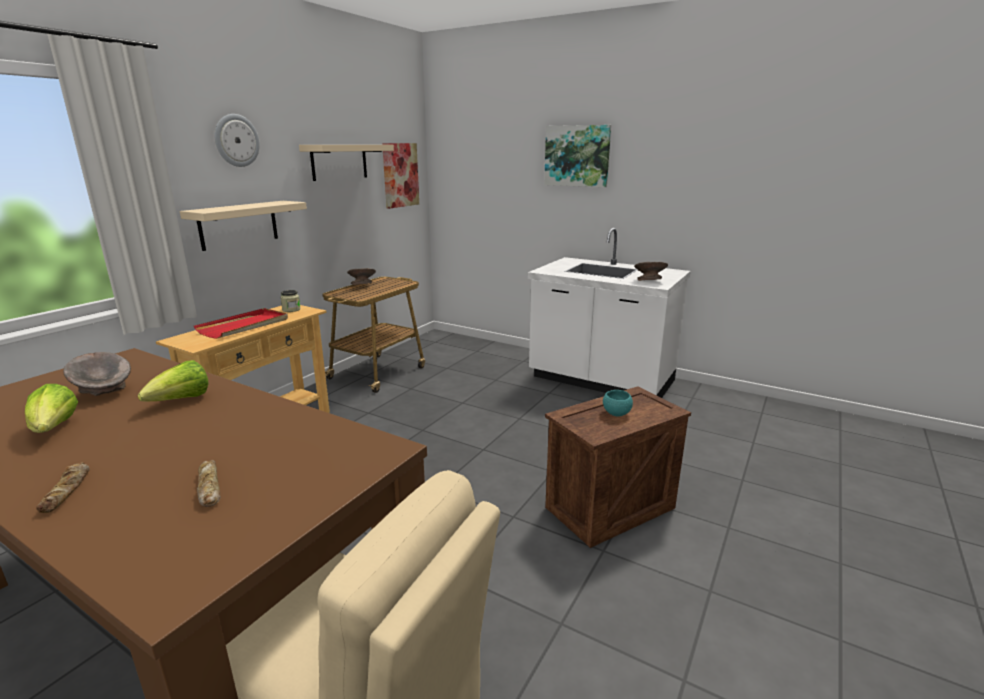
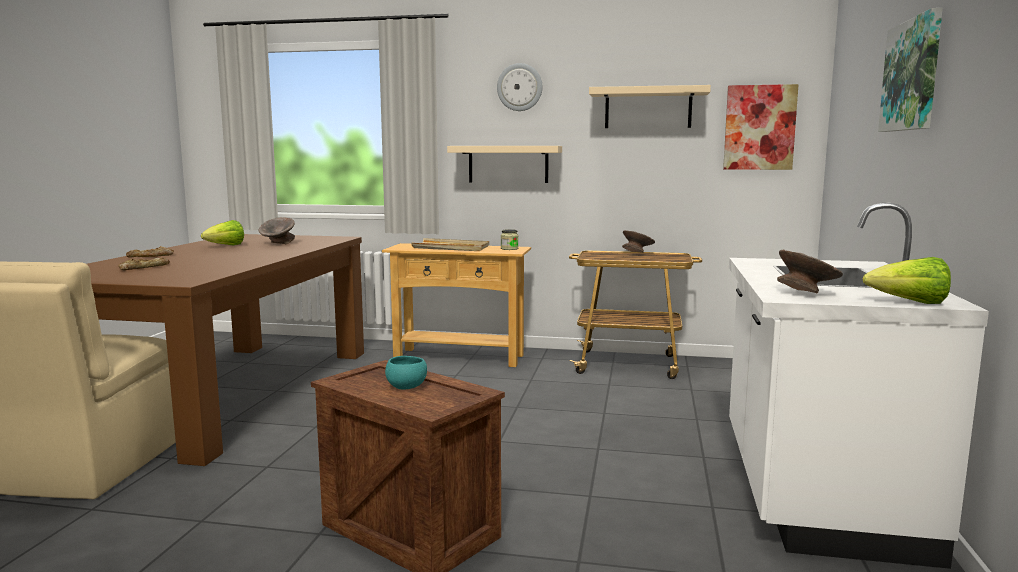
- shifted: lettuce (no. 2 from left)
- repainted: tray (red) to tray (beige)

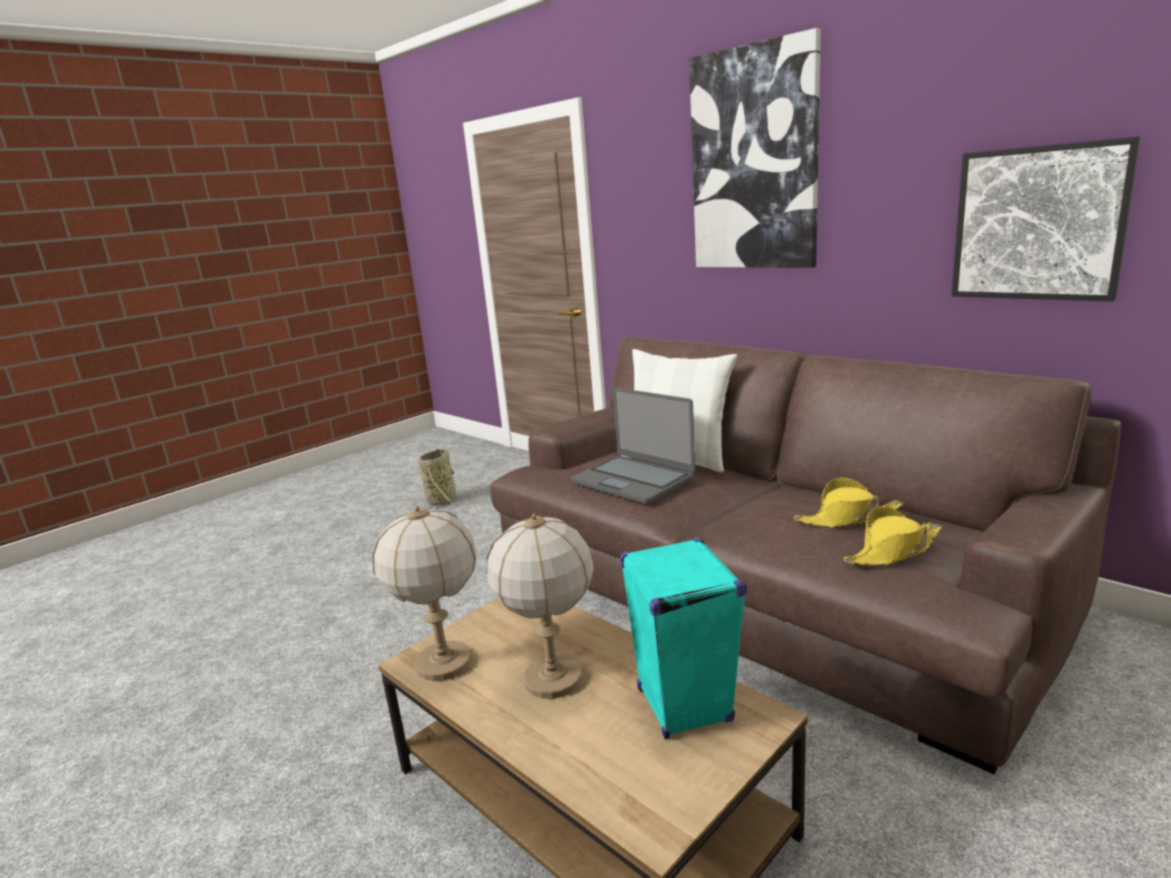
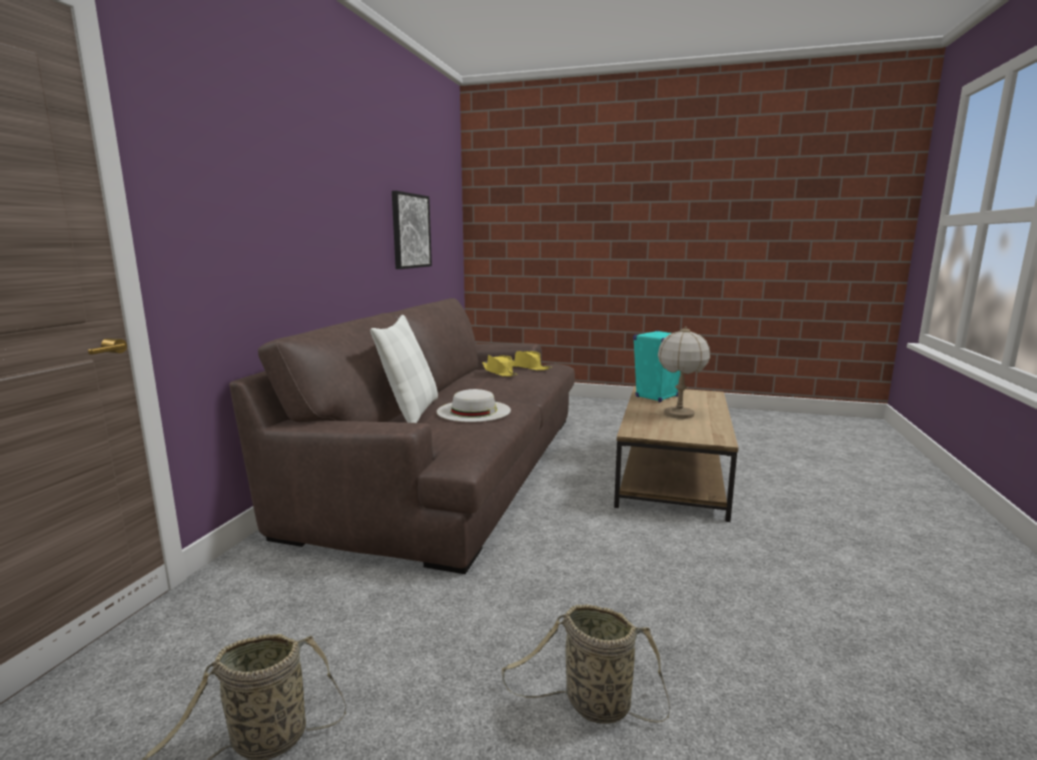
- gone: table lamp (no. 1 from left)
- gone: picture (no. 1 from left)
- new: basket (no. 2 from left)
- swapped: laptop to hat (white)

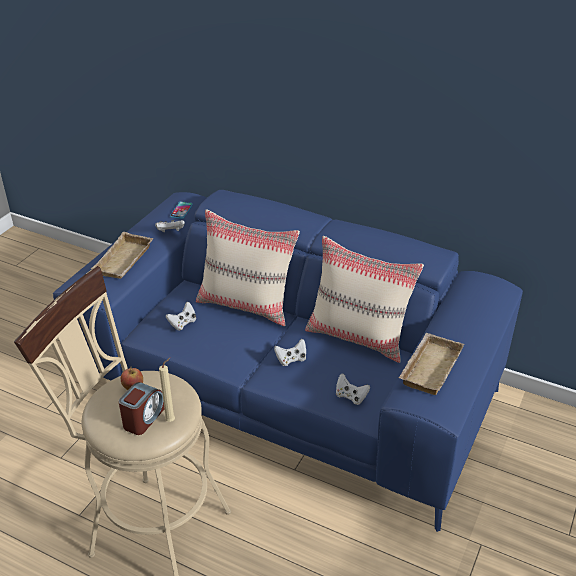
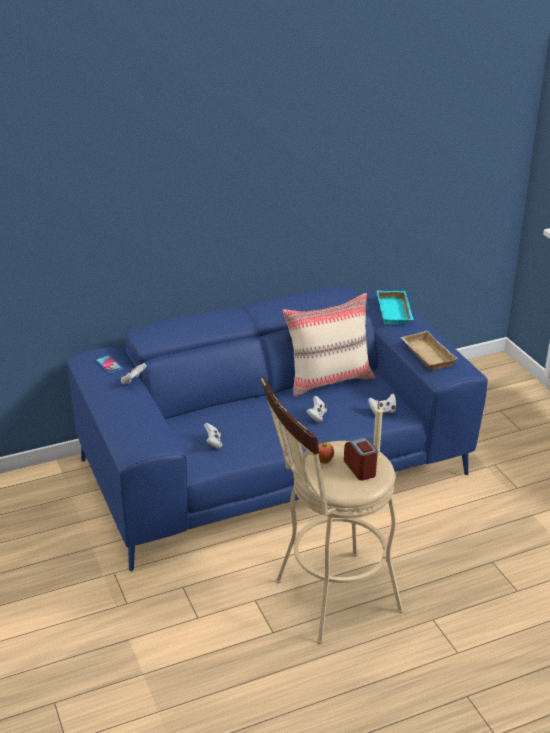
- gone: tray (beige) (no. 1 from left)
- gone: pillow (beige) (no. 1 from left)
- new: tray (turquoise)

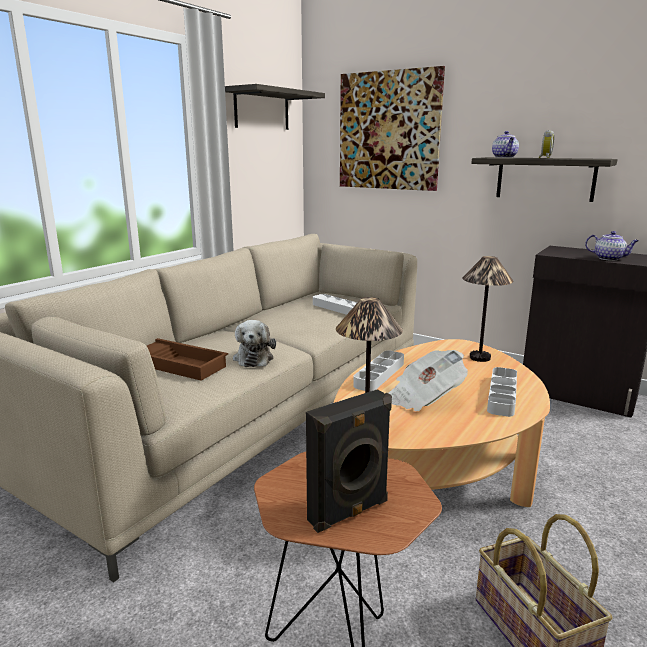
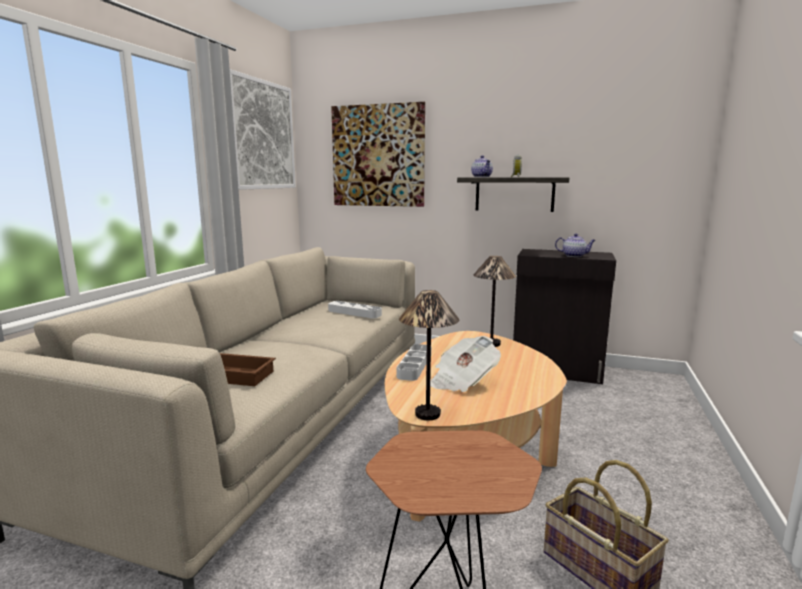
- gone: plush toy
- gone: speaker (black)
- gone: tray (grey) (no. 3 from left)
- swapped: shelf (no. 1 from left) to picture (no. 1 from left)

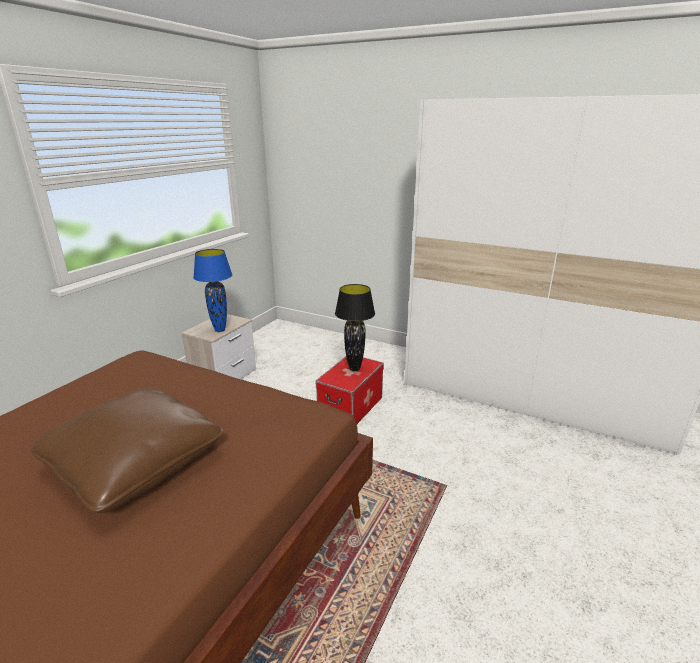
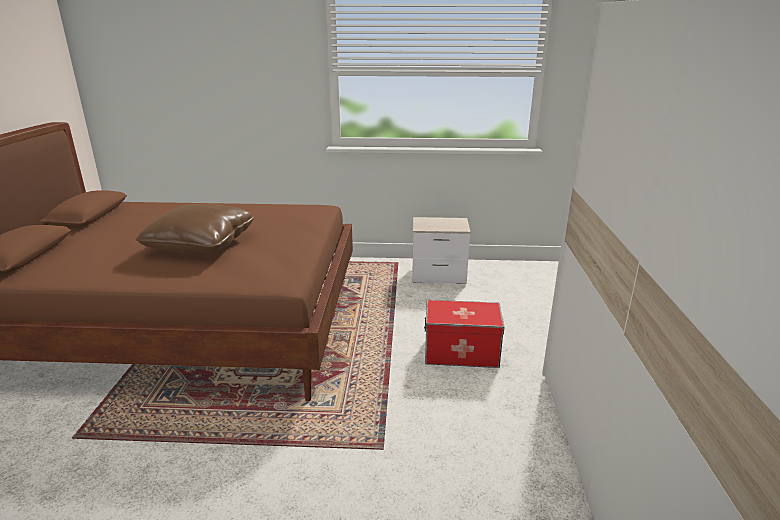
- gone: table lamp (blue)
- gone: table lamp (black)

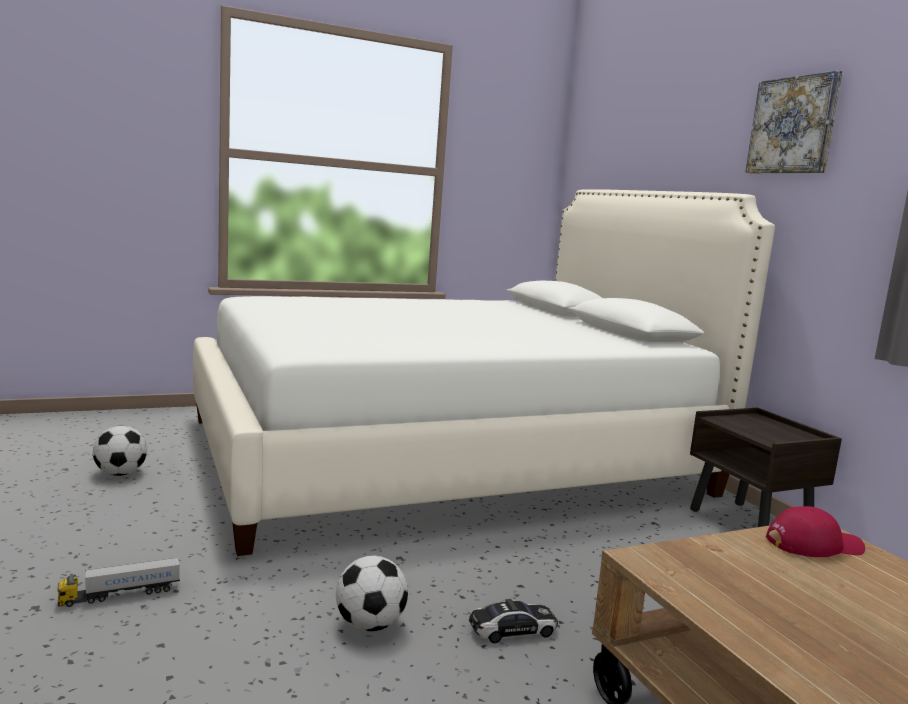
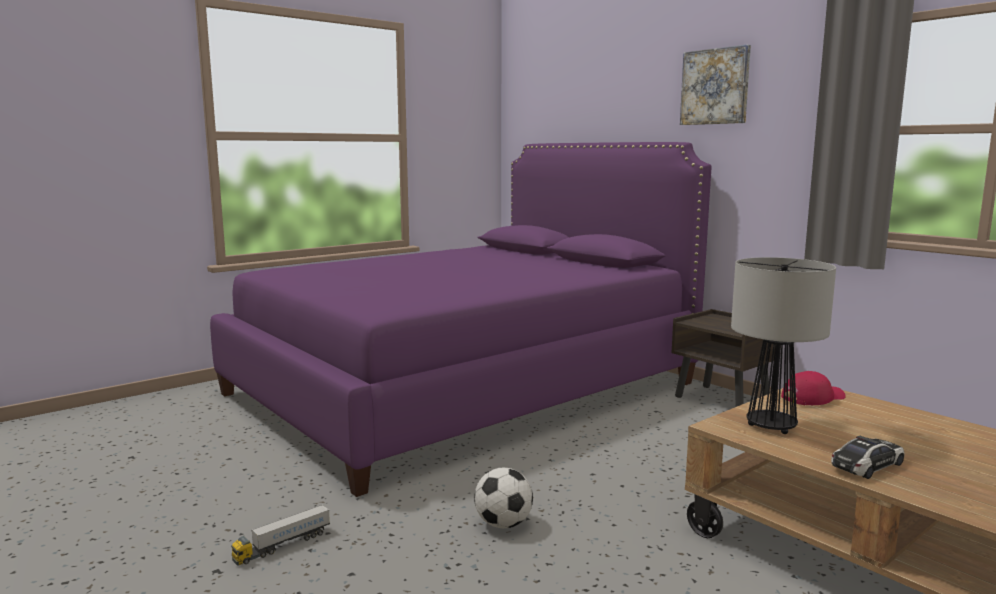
- gone: football (no. 1 from left)
- new: table lamp
- shifted: toy car
- repainted: bed (white) to bed (purple)

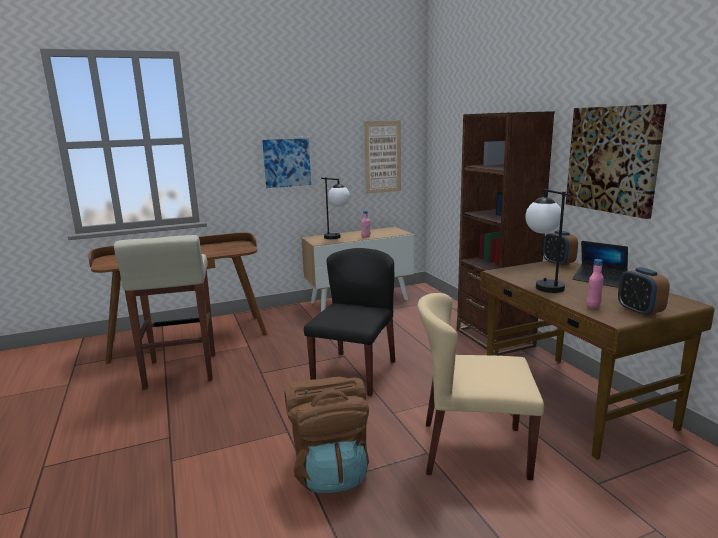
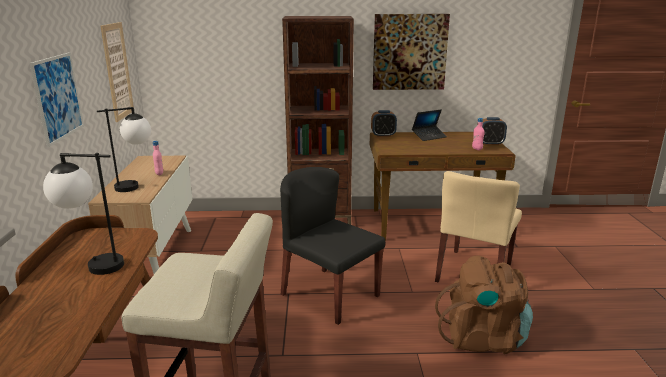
- shifted: table lamp (no. 2 from left in the first image) to table lamp (no. 1 from left)

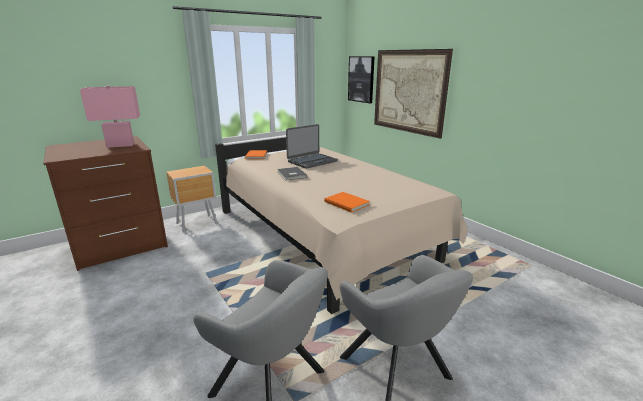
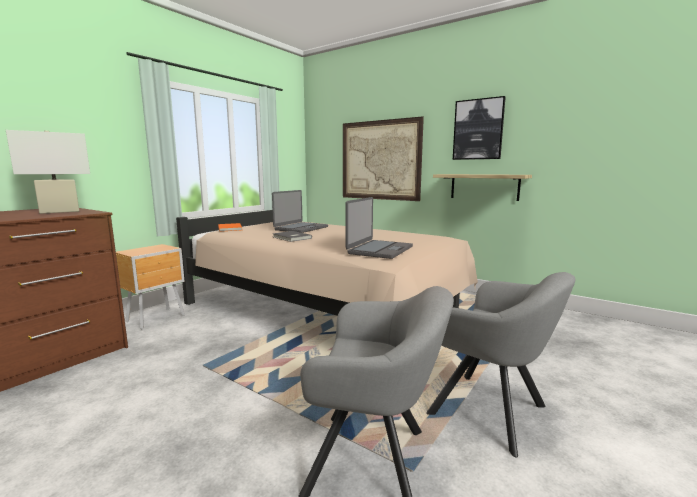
- new: shelf
- shifted: picture (no. 1 from left in the first image) to picture (no. 2 from left)
- swapped: book (orange) (no. 2 from left) to laptop (no. 2 from left)
- repainted: table lamp (pink) to table lamp (white)

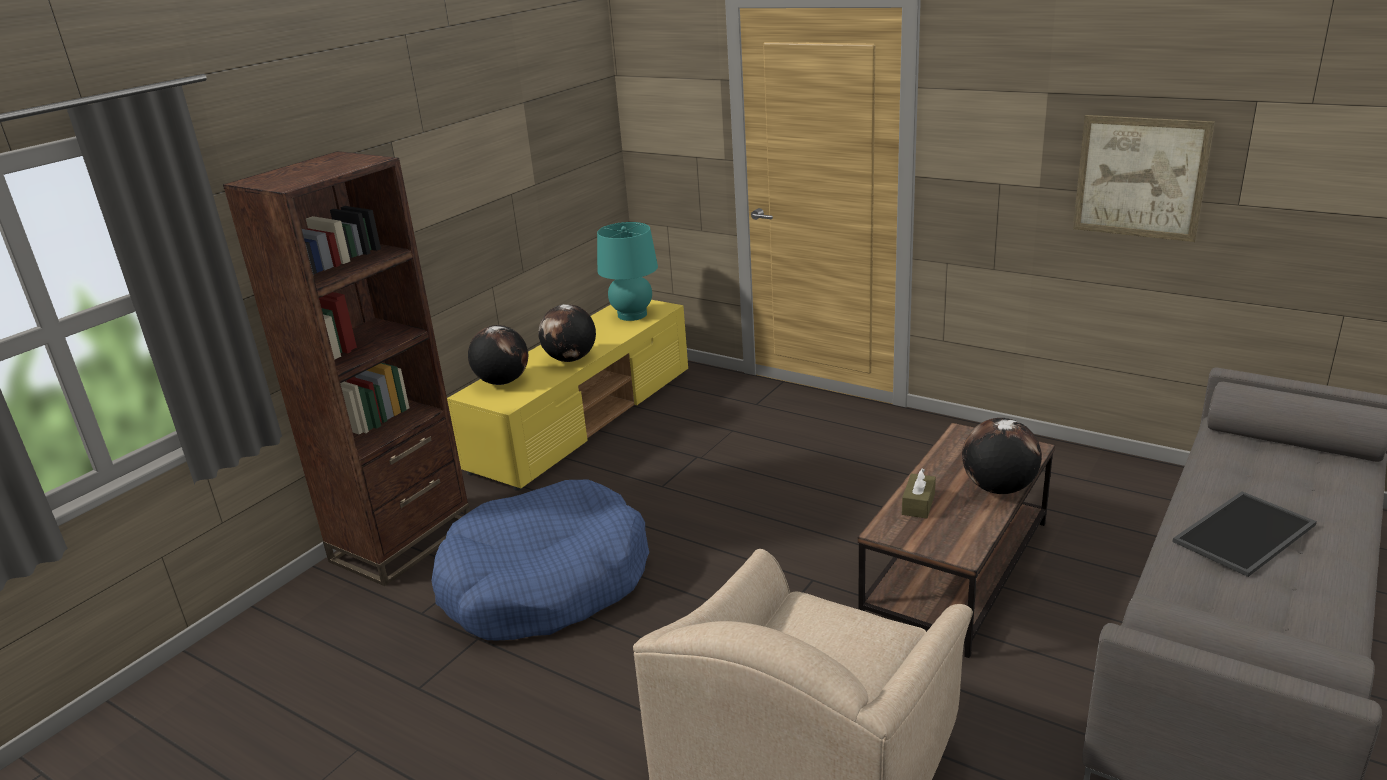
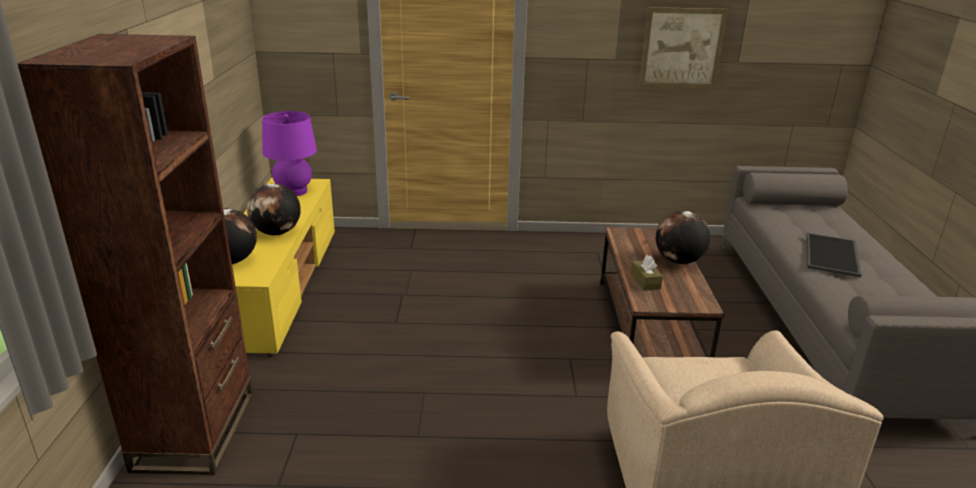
- gone: dog bed (blue)
- repainted: table lamp (turquoise) to table lamp (purple)

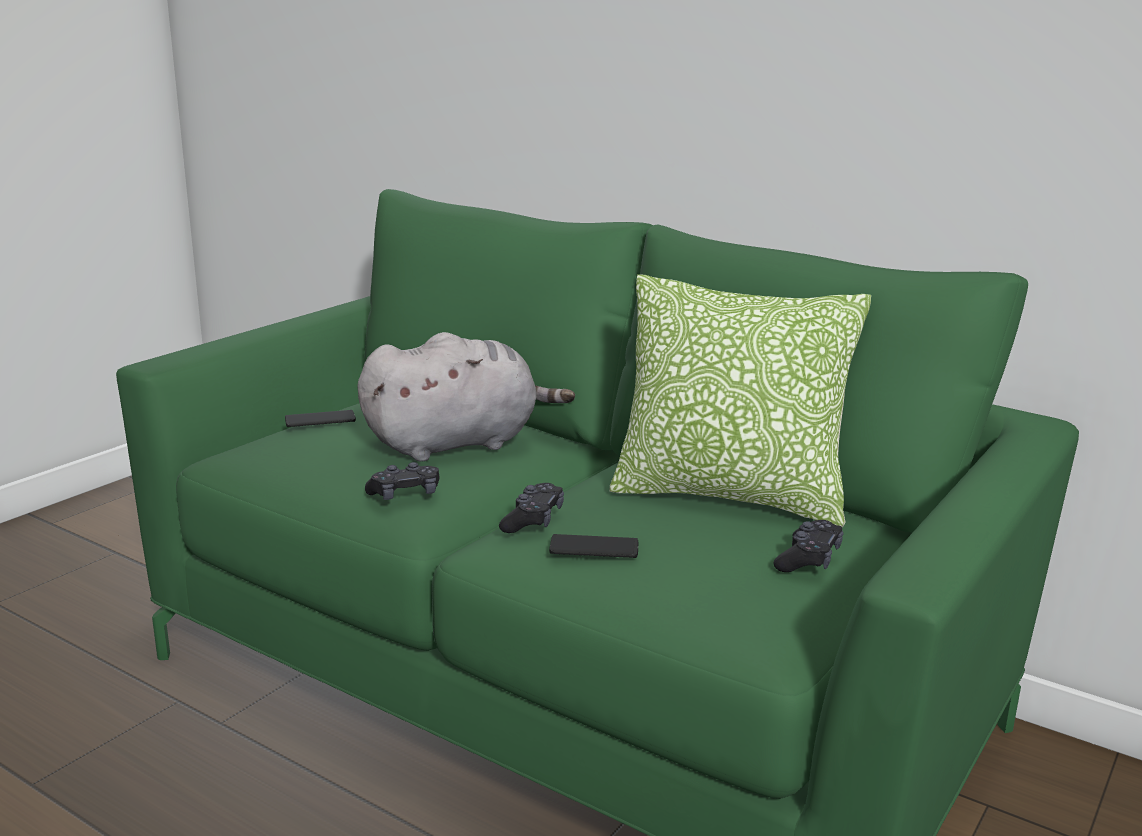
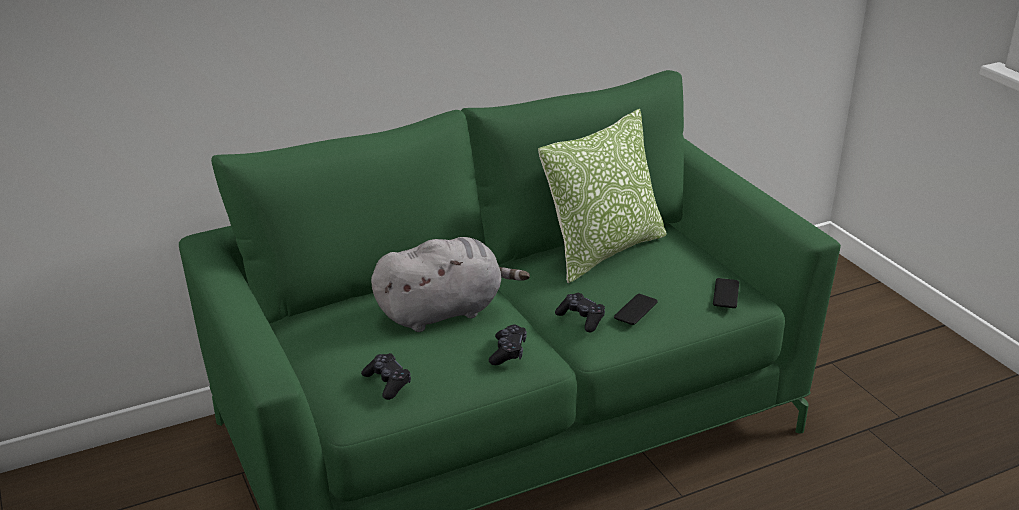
- shifted: phone (no. 1 from left in the first image) to phone (no. 2 from left)
- shifted: game controller (black) (no. 3 from left in the first image) to game controller (black) (no. 1 from left)
- rotated: plush toy (grey) 60 degrees clockwise

